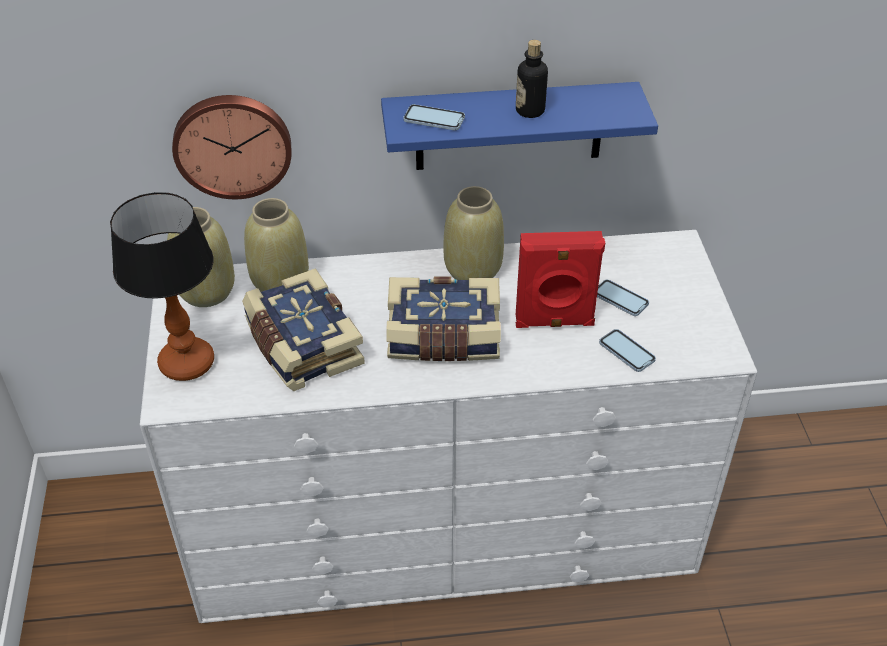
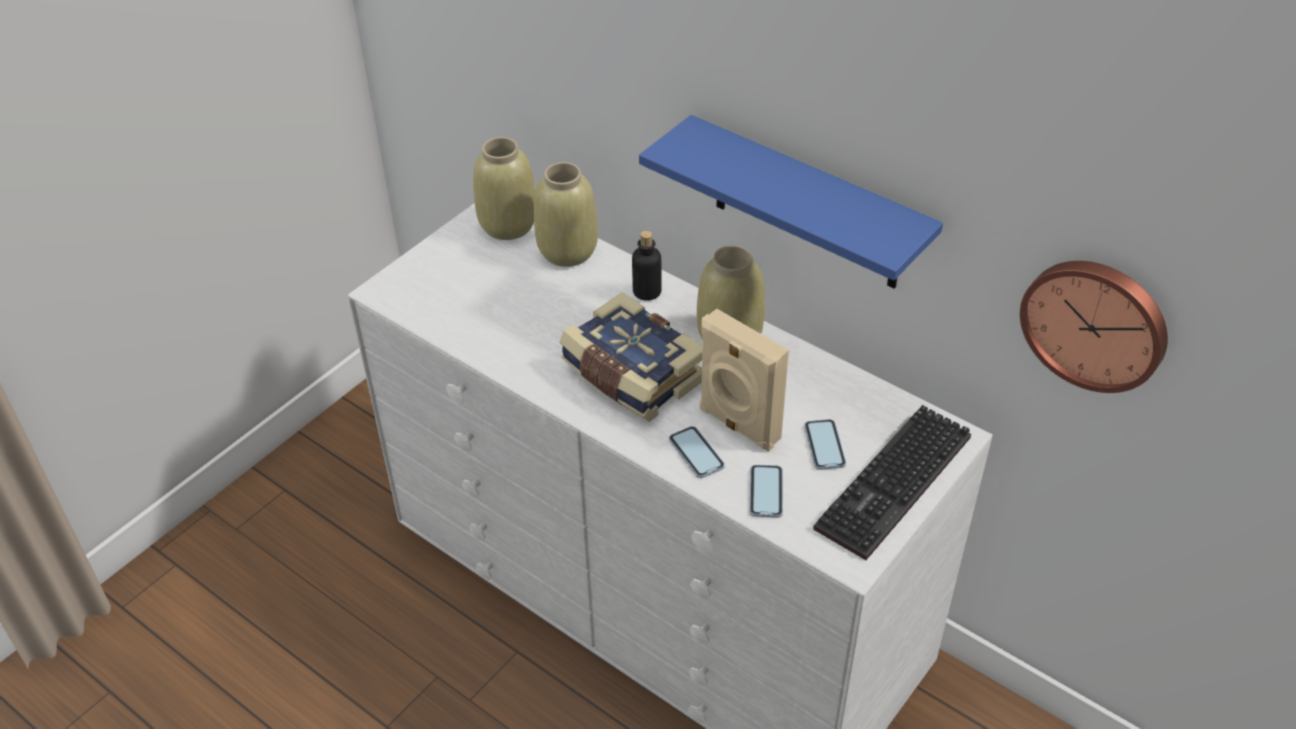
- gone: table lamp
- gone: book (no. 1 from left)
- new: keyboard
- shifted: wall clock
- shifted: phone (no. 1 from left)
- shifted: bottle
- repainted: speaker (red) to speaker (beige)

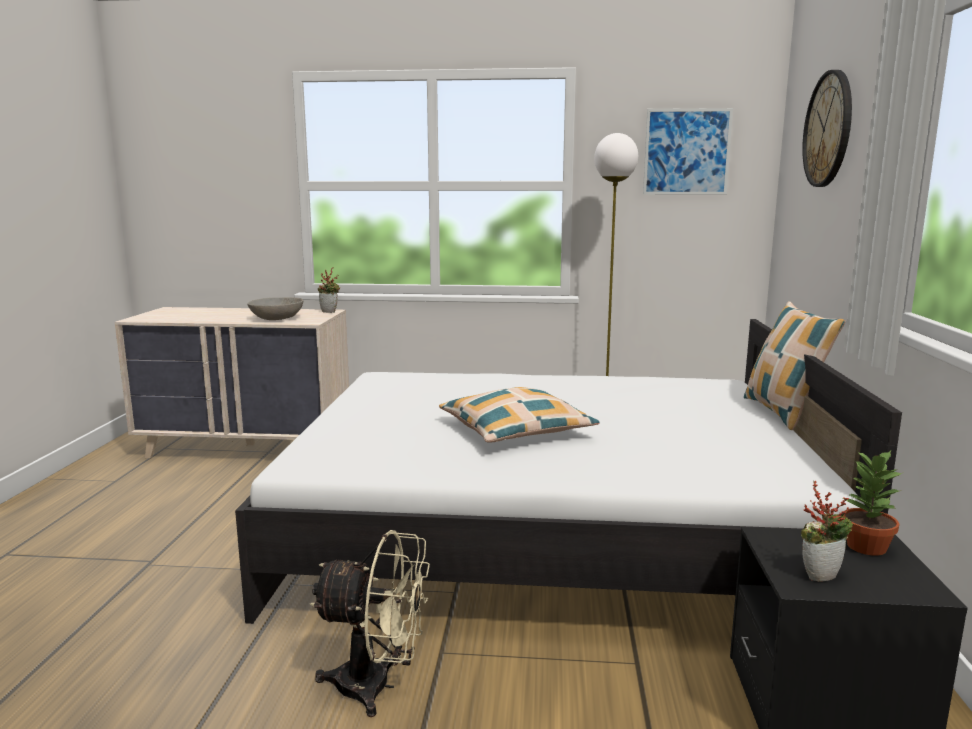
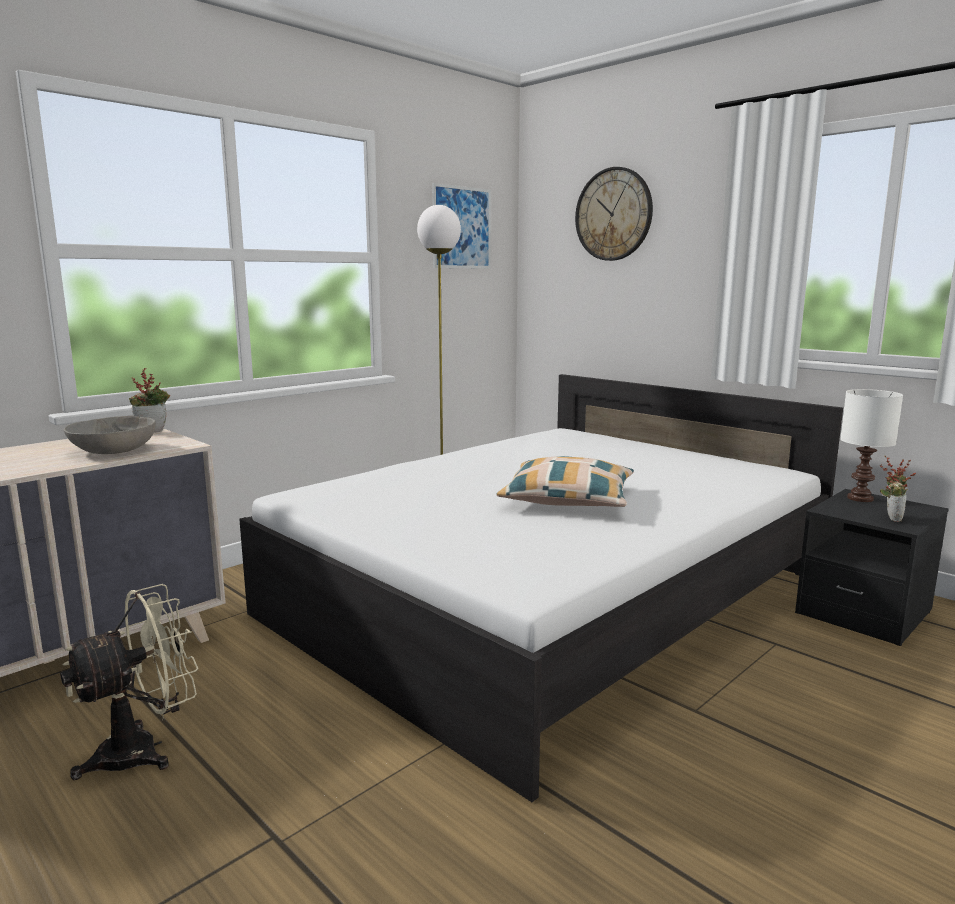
- gone: pillow (no. 2 from left)
- shifted: fan (beige)
- swapped: potted plant (no. 3 from left) to table lamp (white)

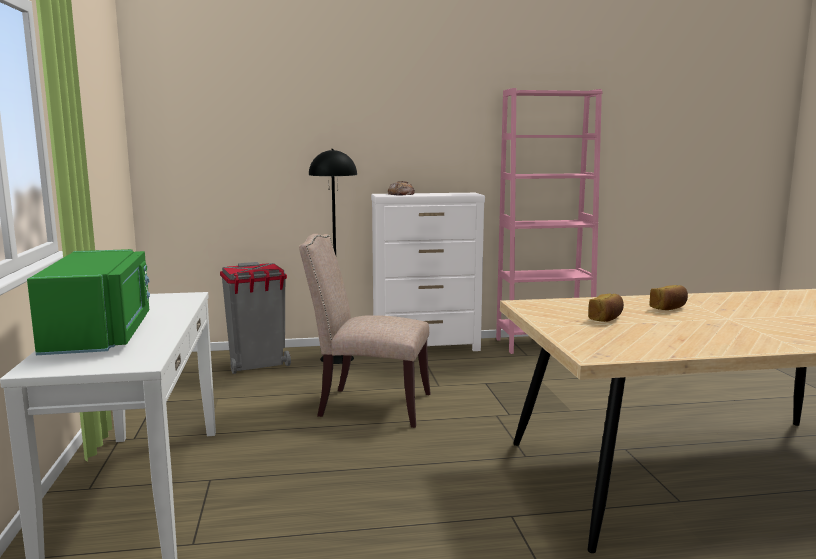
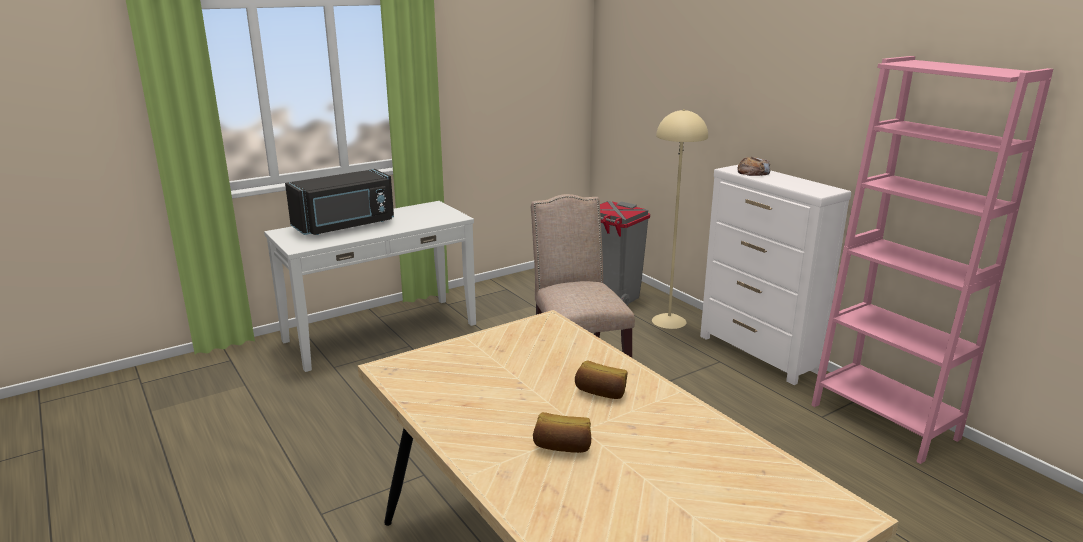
- shifted: bread (no. 2 from left in the first image) to bread (no. 1 from left)
- repainted: microwave (green) to microwave (black)
- repainted: floor lamp (black) to floor lamp (beige)

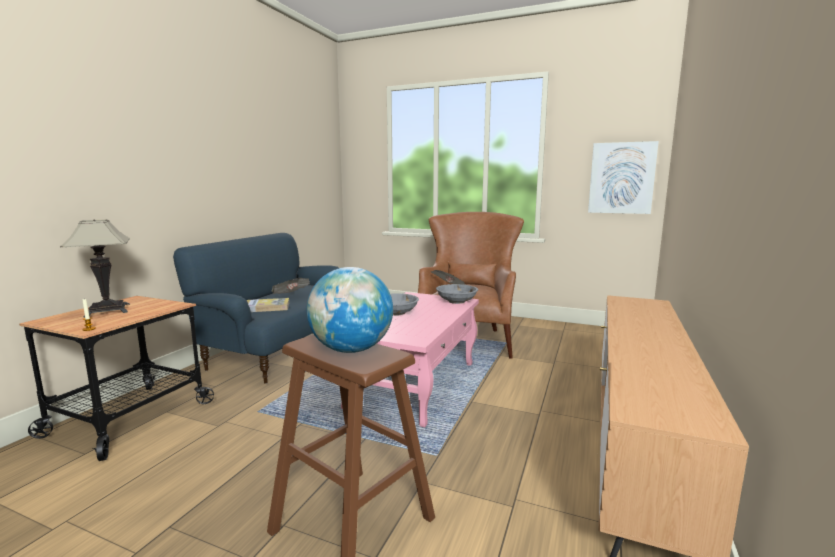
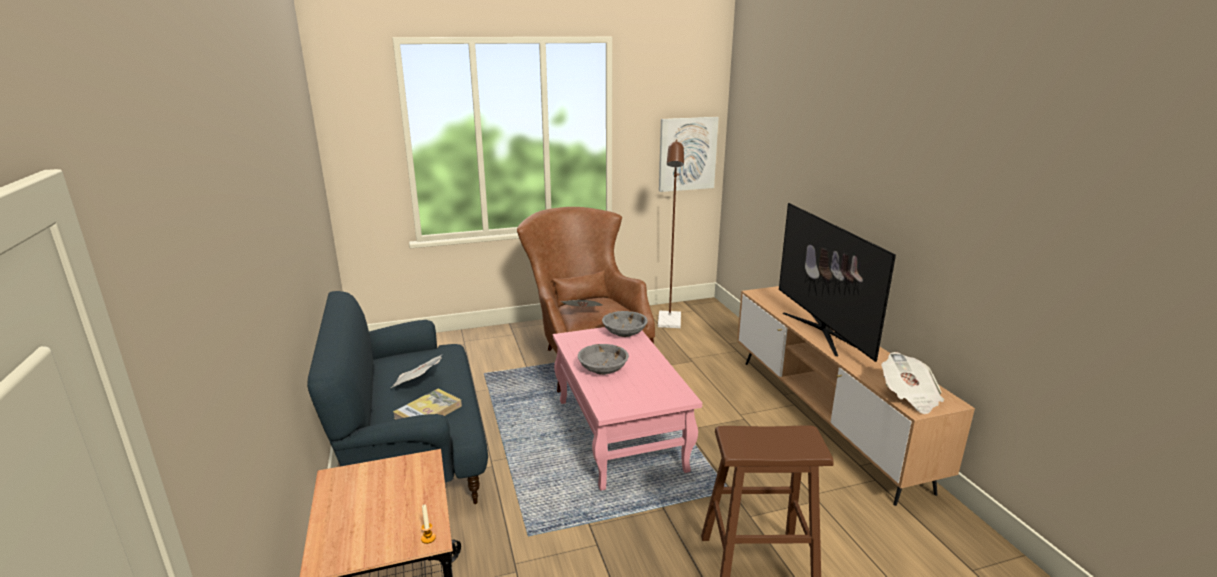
- gone: table lamp
- gone: globe
- new: floor lamp (brown)
- new: television
- new: newspaper (no. 3 from left)

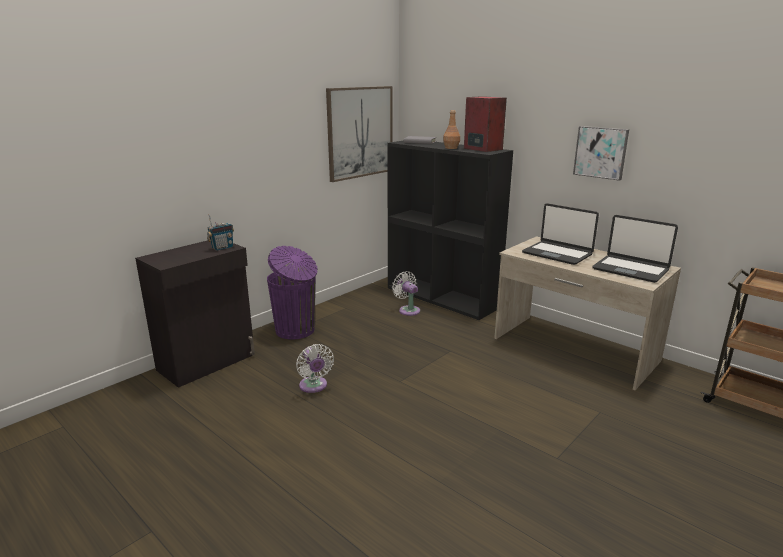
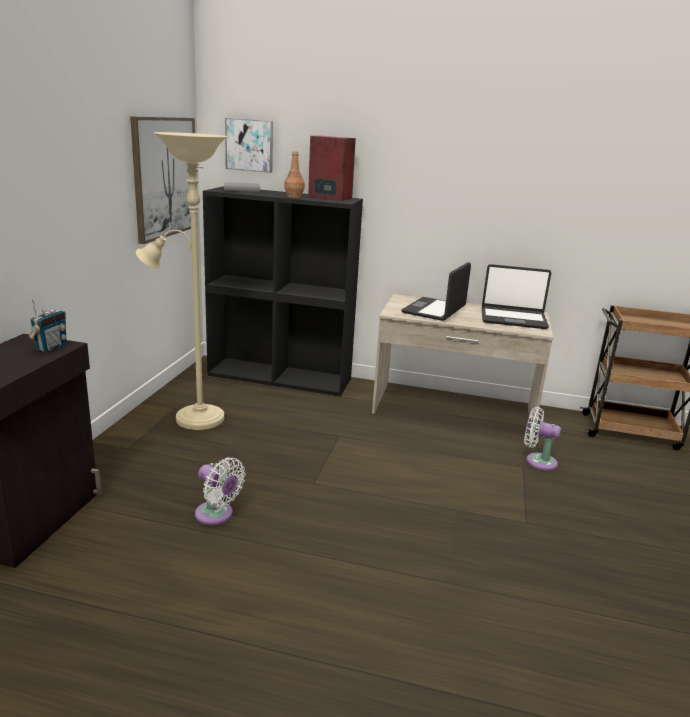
- gone: trash can (purple)
- new: floor lamp (beige)
- shifted: fan (white) (no. 2 from left)
- shifted: picture (no. 2 from left)
- rotated: laptop (no. 1 from left) 105 degrees clockwise

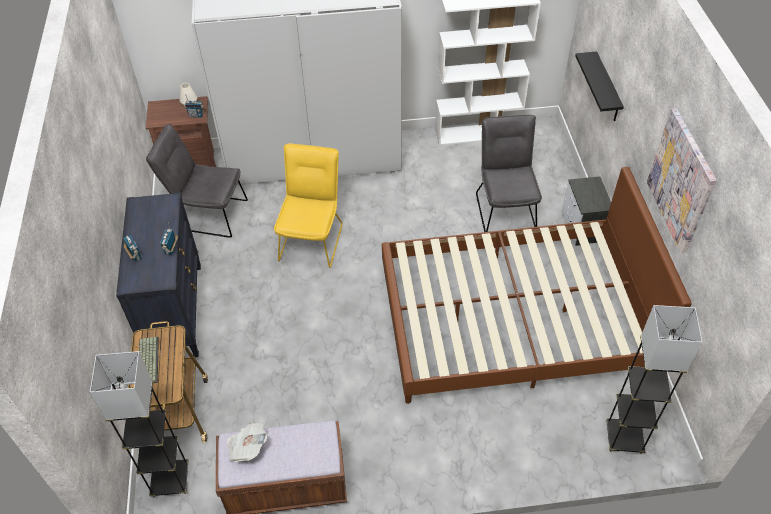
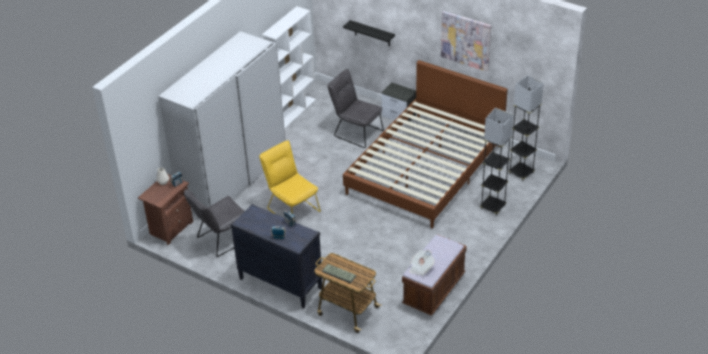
- shifted: floor lamp (grey) (no. 1 from left)

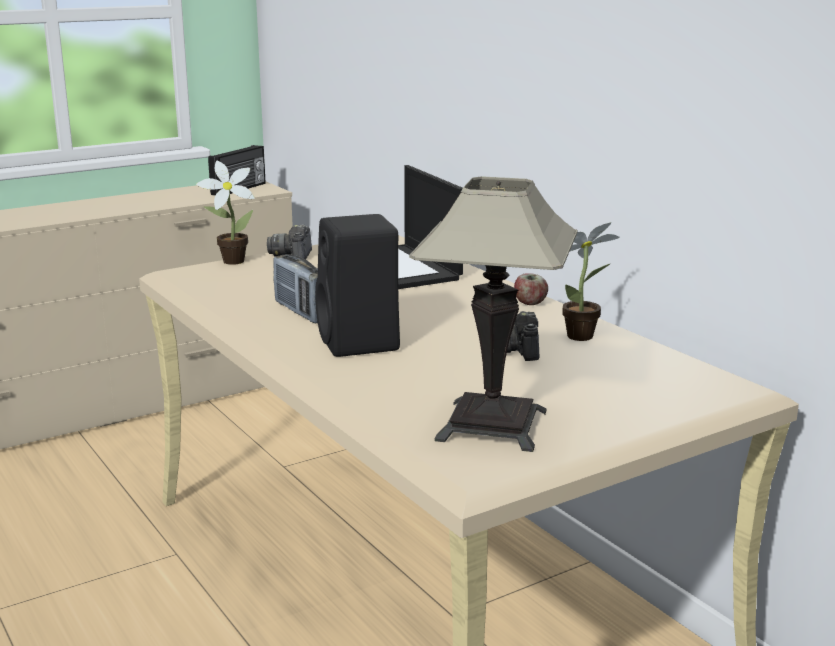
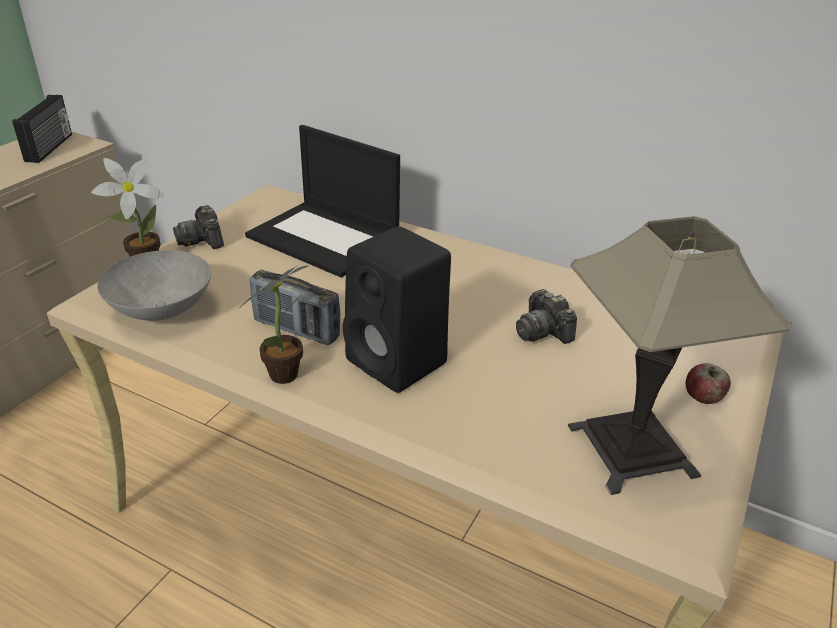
- new: bowl (grey)
- shifted: apple
- shifted: potted plant (no. 2 from left)

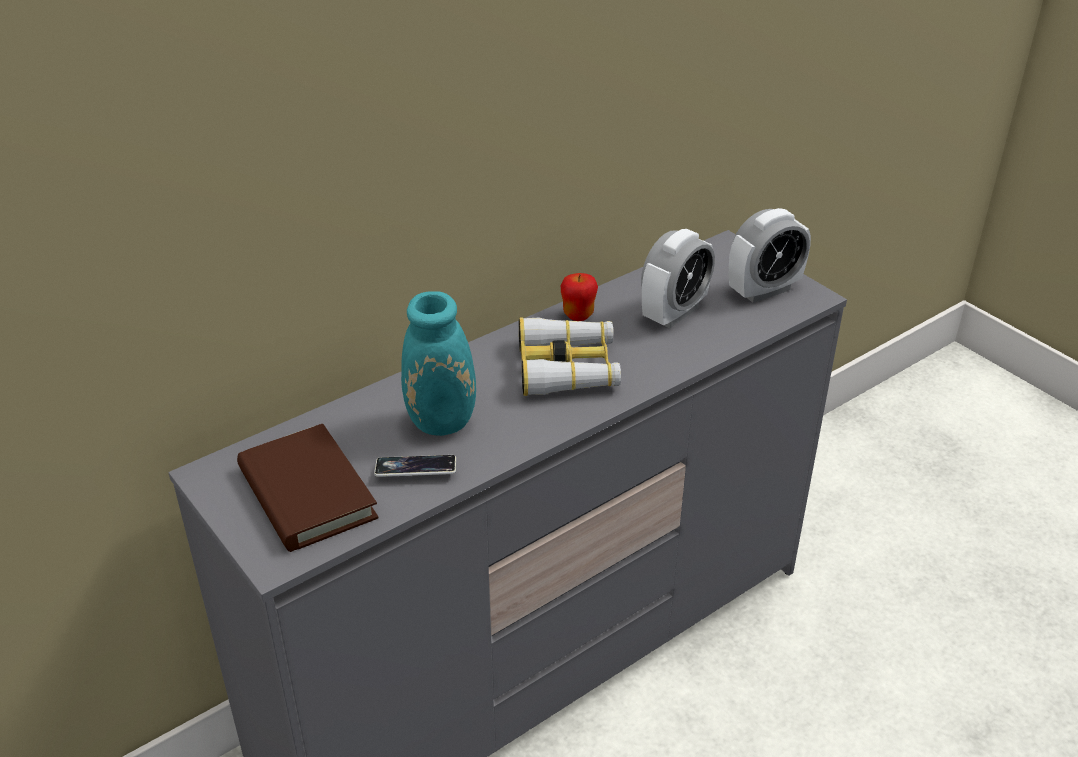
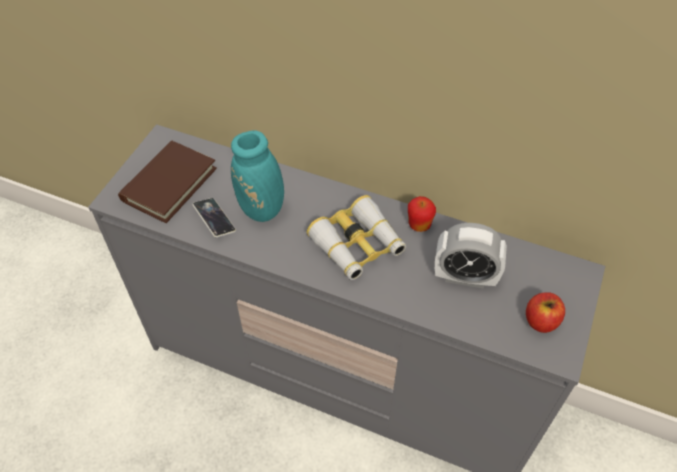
- swapped: alarm clock (no. 2 from left) to apple (no. 2 from left)

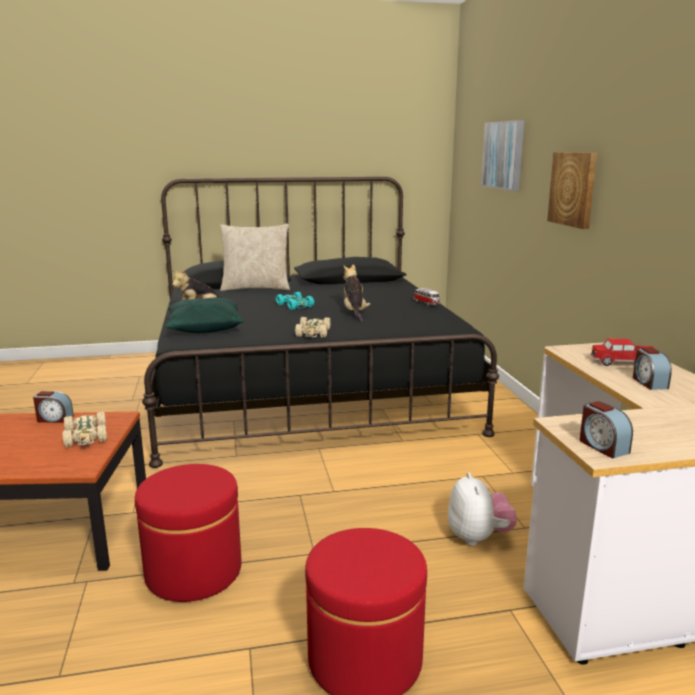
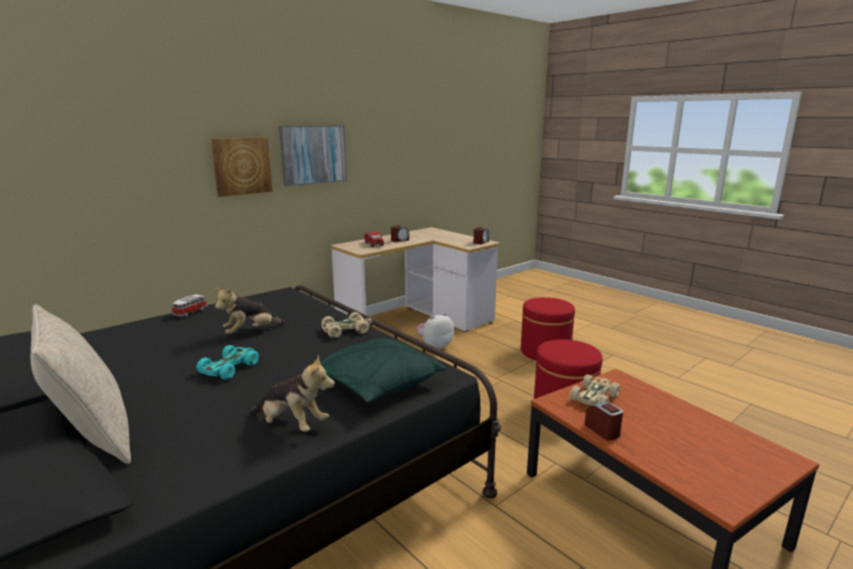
- shifted: picture (no. 1 from left in the first image) to picture (no. 2 from left)

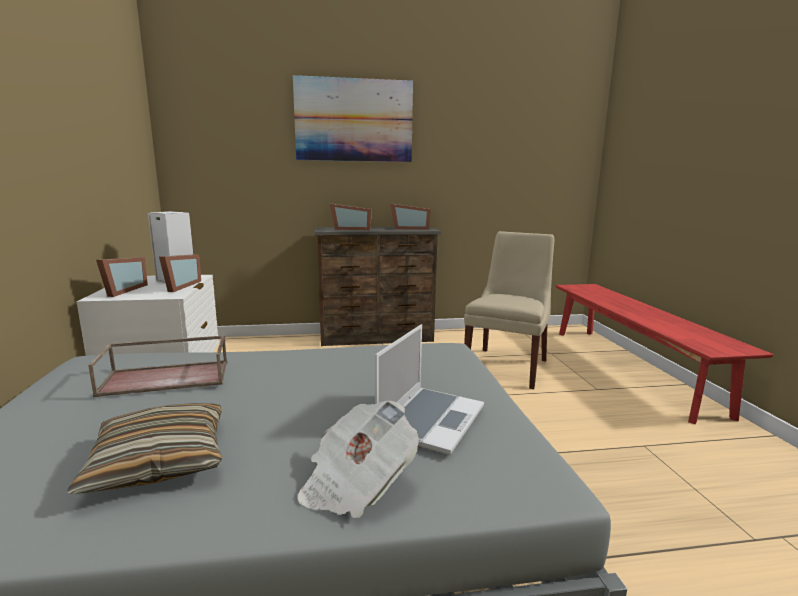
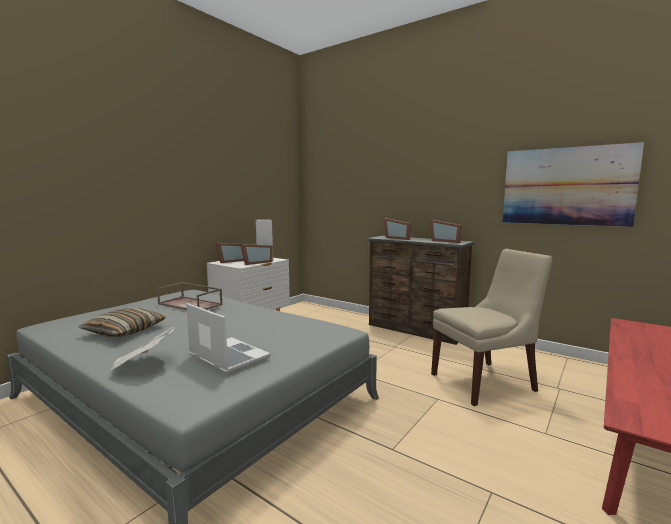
- shifted: picture
- rotated: laptop 120 degrees counterclockwise

